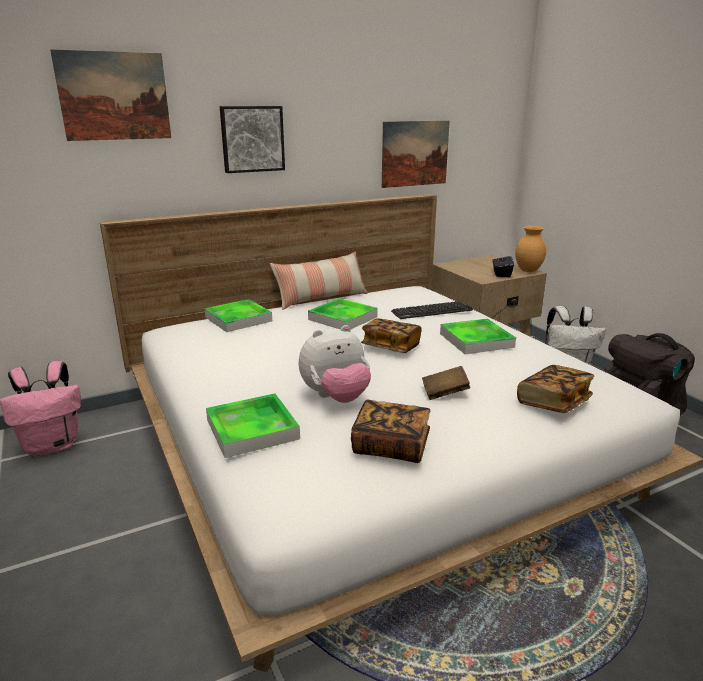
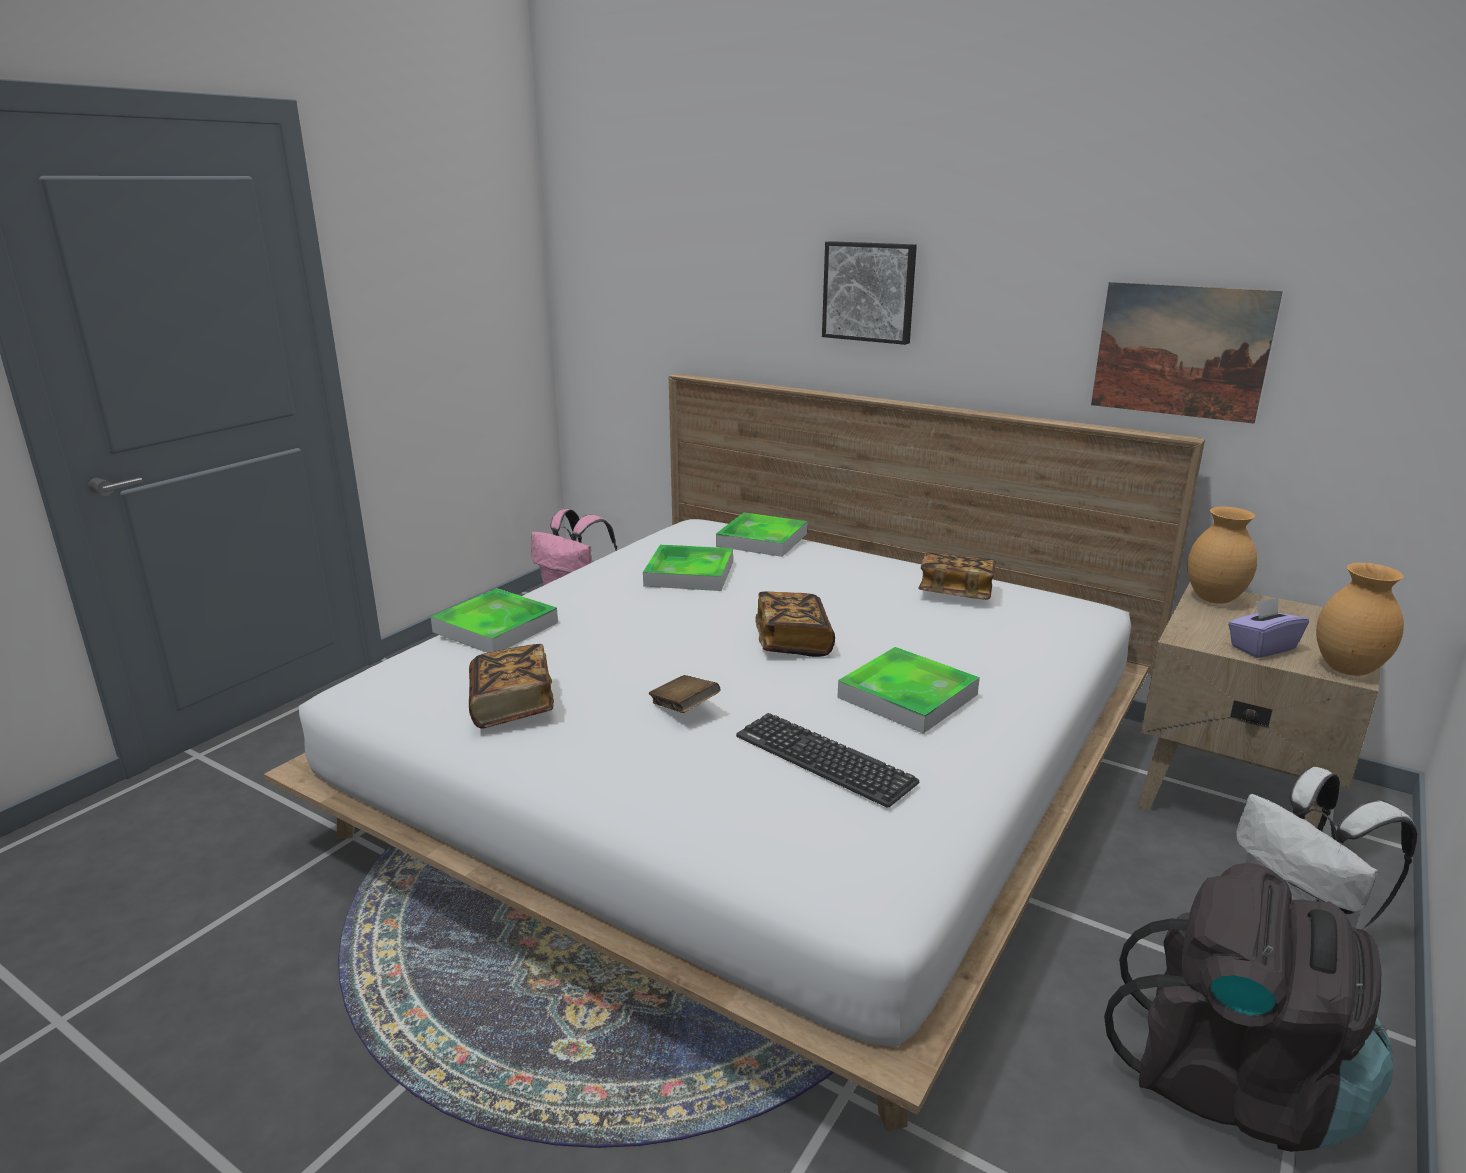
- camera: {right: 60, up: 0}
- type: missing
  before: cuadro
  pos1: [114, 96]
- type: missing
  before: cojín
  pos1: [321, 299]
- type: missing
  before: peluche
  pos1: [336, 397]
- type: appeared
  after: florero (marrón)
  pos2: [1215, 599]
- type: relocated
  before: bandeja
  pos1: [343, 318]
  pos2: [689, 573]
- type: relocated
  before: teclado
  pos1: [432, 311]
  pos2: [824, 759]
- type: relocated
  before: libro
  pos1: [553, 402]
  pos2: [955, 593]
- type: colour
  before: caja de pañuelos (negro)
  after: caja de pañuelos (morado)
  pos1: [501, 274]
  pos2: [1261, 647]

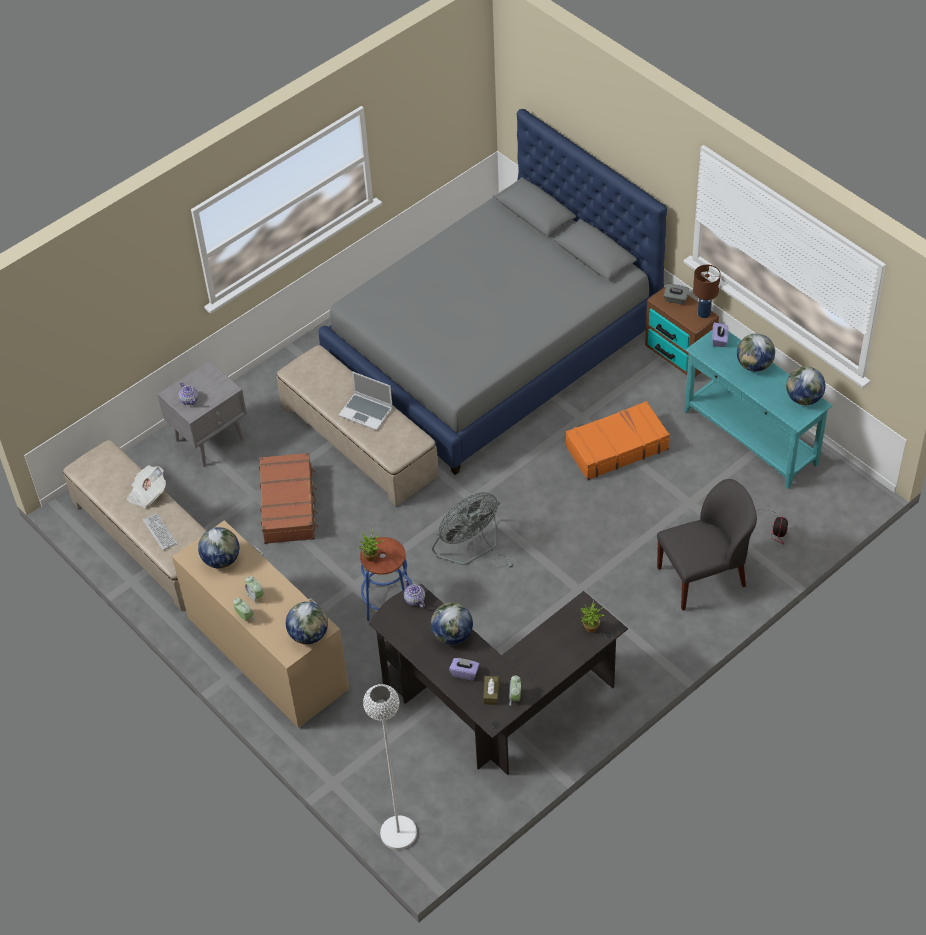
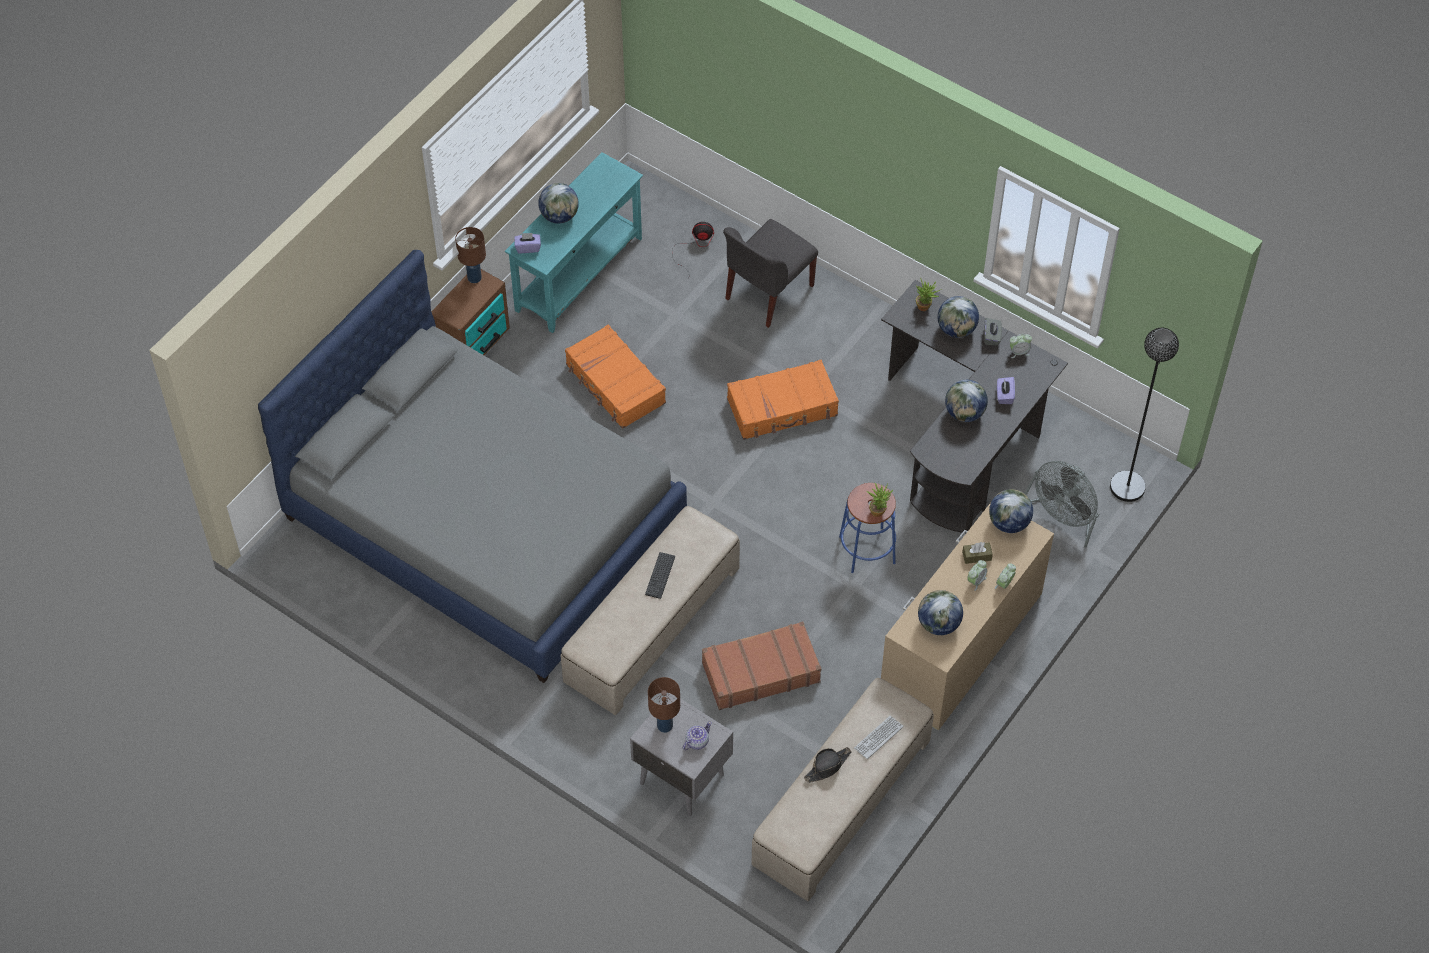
- camera: {right: -105, up: 5}
- type: missing
  before: tetera
  pos1: [414, 600]
- type: appeared
  after: lámpara de mesa (marrón)
  pos2: [665, 725]
- type: appeared
  after: maleta (naranja)
  pos2: [782, 408]
- type: relocated
  before: ventilador (gris)
  pos1: [476, 548]
  pos2: [1063, 513]
- type: relocated
  before: caja de pañuelos (marrón)
  pos1: [491, 693]
  pos2: [976, 556]
- type: relocated
  before: caja de pañuelos (gris)
  pos1: [675, 299]
  pos2: [992, 337]
- type: relocated
  before: globo terráqueo
  pos1: [803, 399]
  pos2: [956, 329]
- type: exchanged
  before: periódico
  after: sombrero (negro)
  pos1: [147, 494]
  pos2: [827, 766]
- type: exchanged
  before: portátil
  after: teclado
  pos1: [367, 412]
  pos2: [660, 575]
- type: colour
  before: lámpara de pie (blanco)
  after: lámpara de pie (negro)
  pos1: [398, 833]
  pos2: [1127, 487]
- type: spun
  before: silla (gris)
  pos1: [703, 577]
  pos2: [767, 293]
  turn: -105

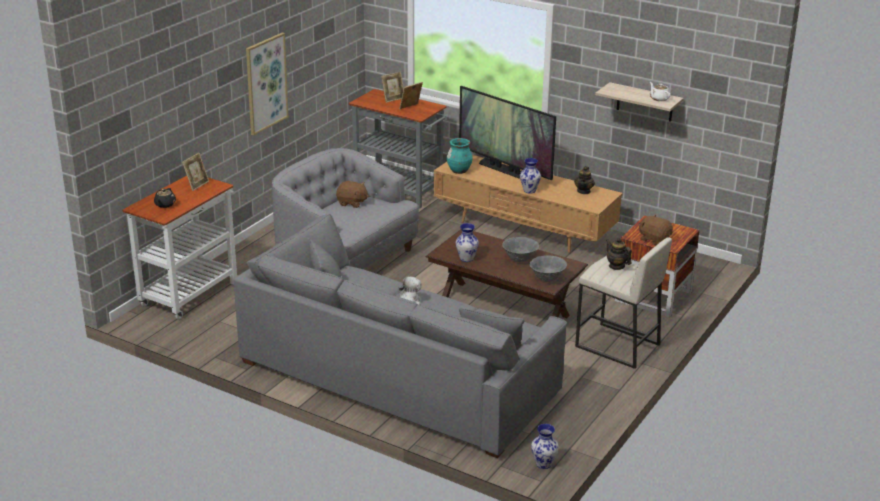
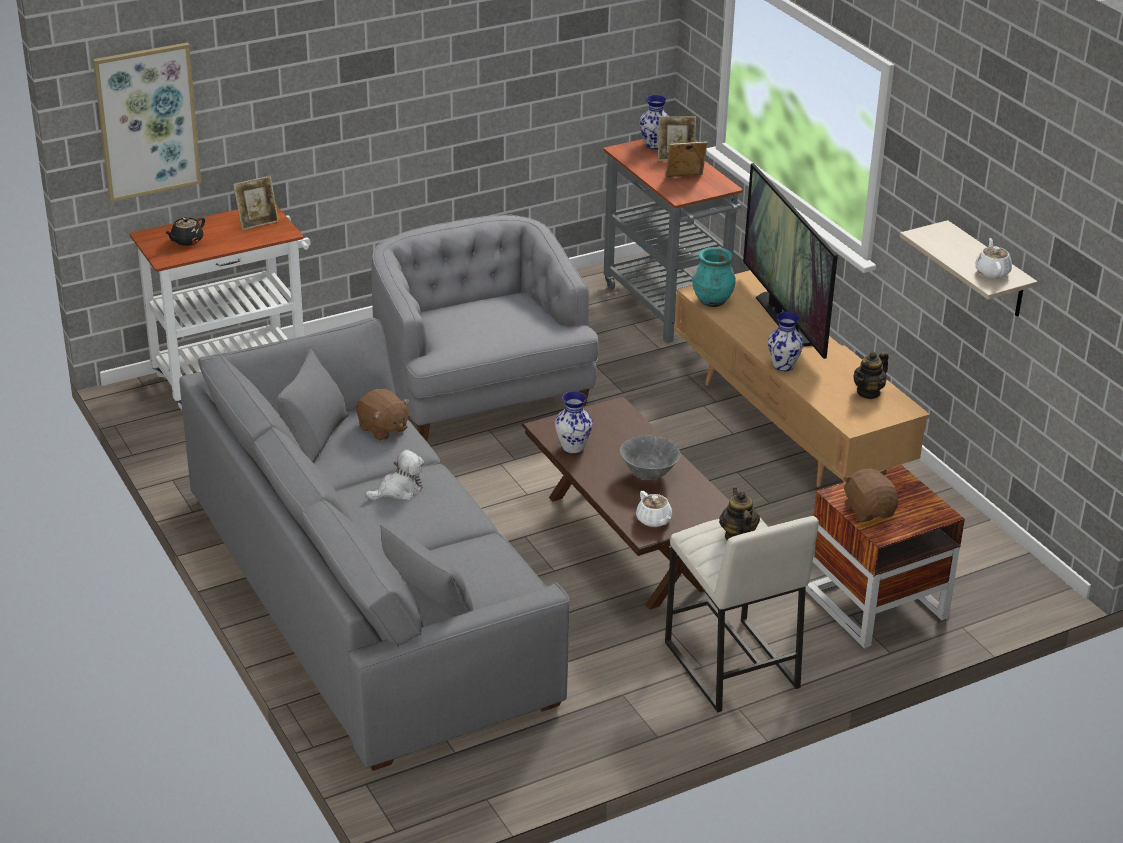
- camera: {right: 30, up: 5}
- type: relocated
  before: cuadro
  pos1: [266, 83]
  pos2: [147, 121]
- type: relocated
  before: peluche (marrón)
  pos1: [352, 203]
  pos2: [383, 429]
- type: relocated
  before: florero
  pos1: [544, 464]
  pos2: [654, 145]
- type: exchanged
  before: cuenco (gris)
  after: tetera (blanco)
  pos1: [547, 279]
  pos2: [654, 520]

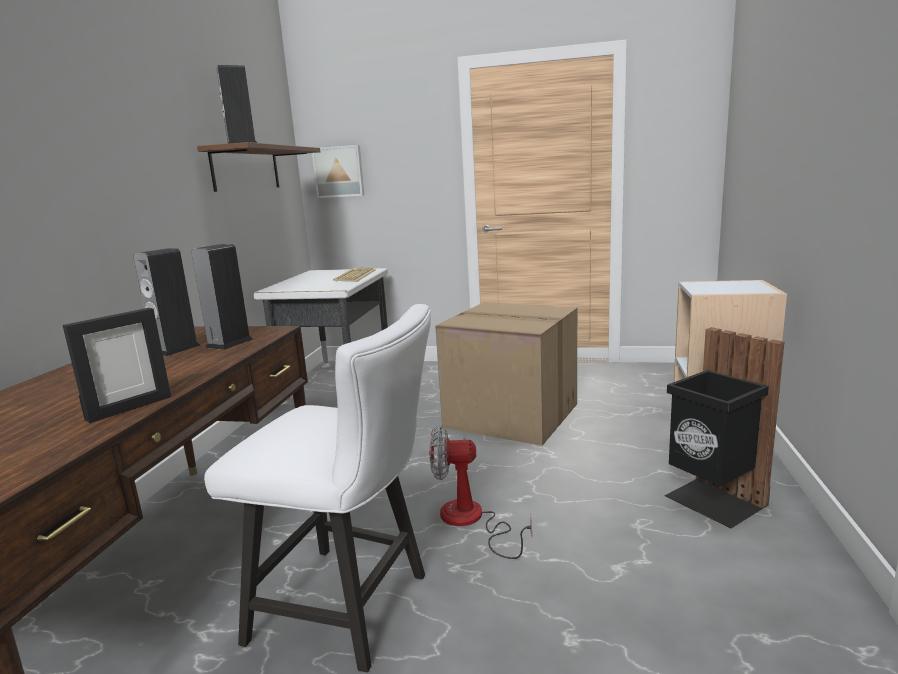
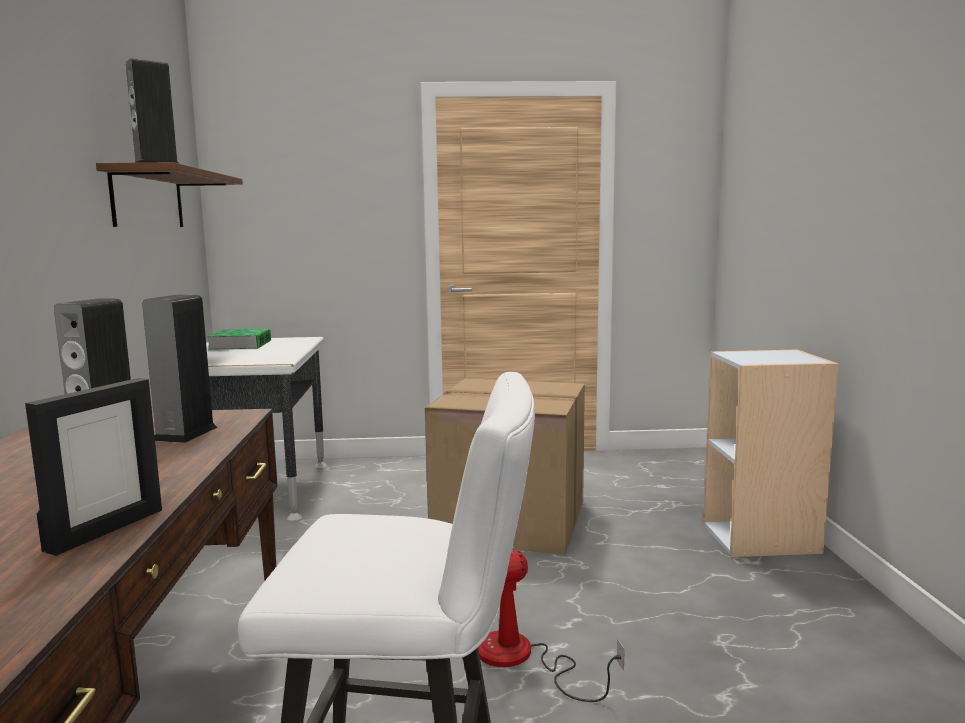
- camera: {right: -15, up: -5}
- type: missing
  before: cuadro
  pos1: [339, 172]
- type: missing
  before: teclado
  pos1: [354, 276]
- type: missing
  before: papelera (negro)
  pos1: [713, 502]
- type: appeared
  after: libro
  pos2: [240, 345]

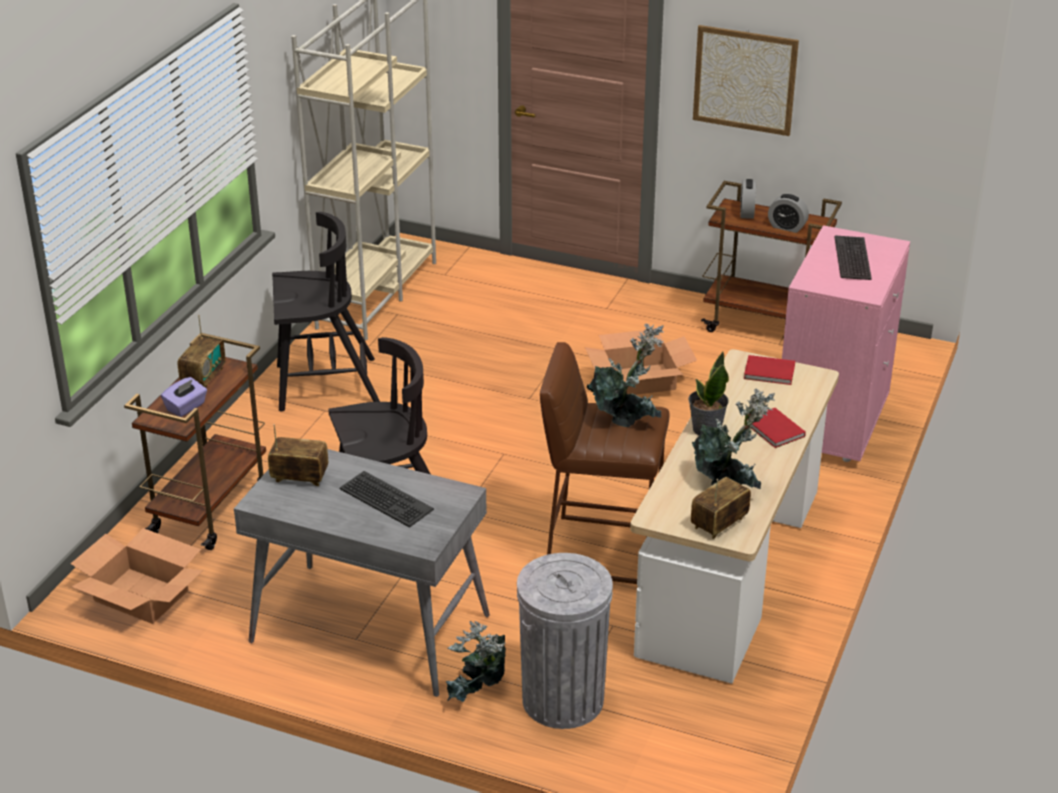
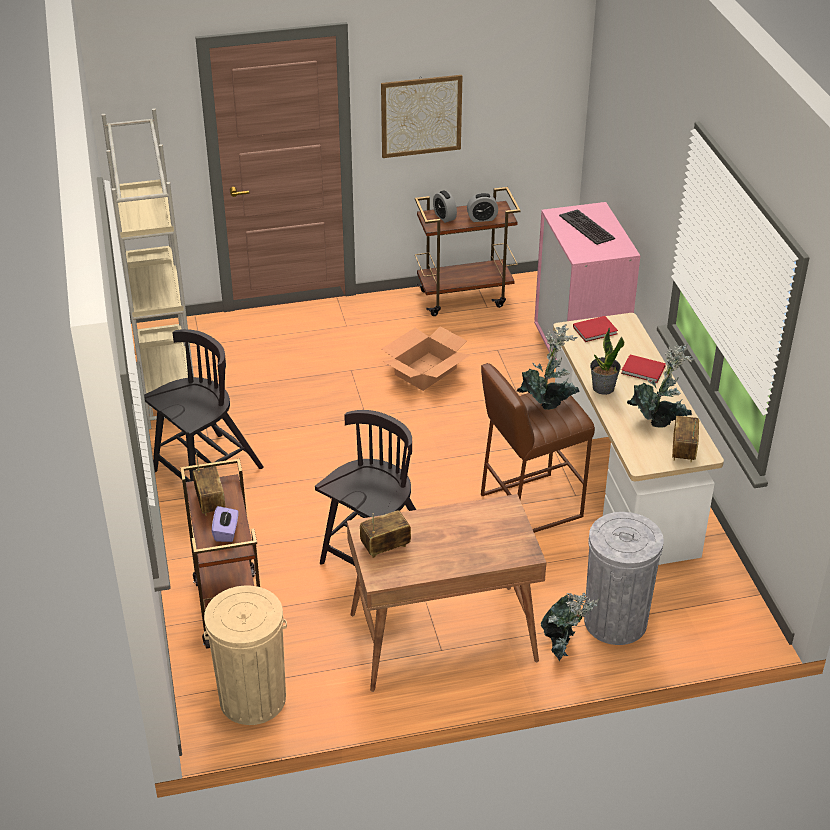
- camera: {right: -35, up: 5}
- type: missing
  before: teclado
  pos1: [385, 500]
- type: exchanged
  before: caja de cartón
  after: papelera (beis)
  pos1: [141, 595]
  pos2: [252, 698]
- type: colour
  before: escritorio (gris)
  after: escritorio (marrón)
  pos1: [368, 629]
  pos2: [442, 639]

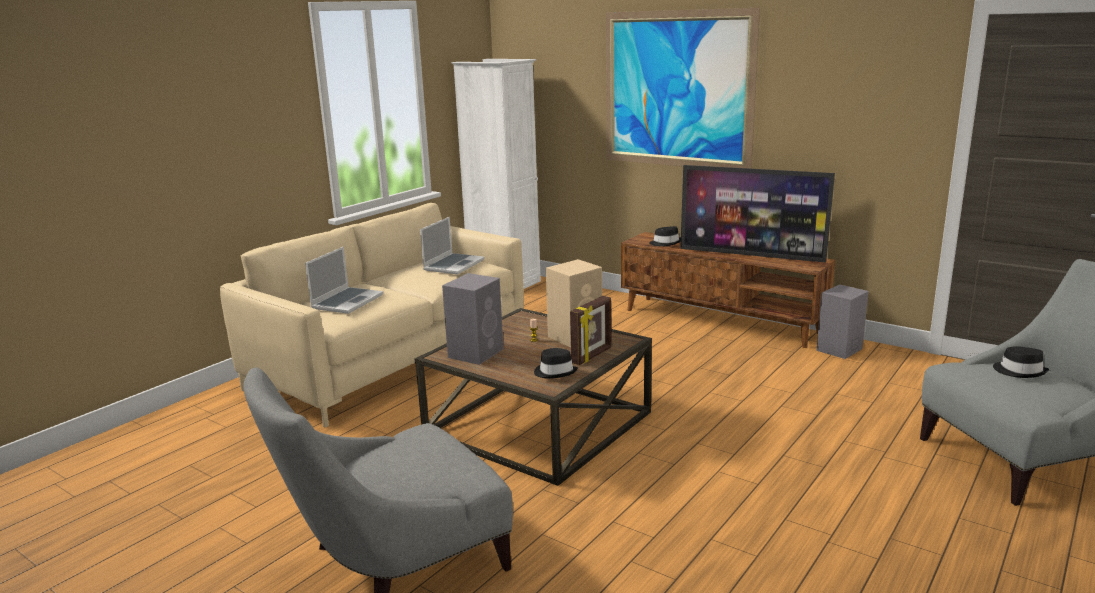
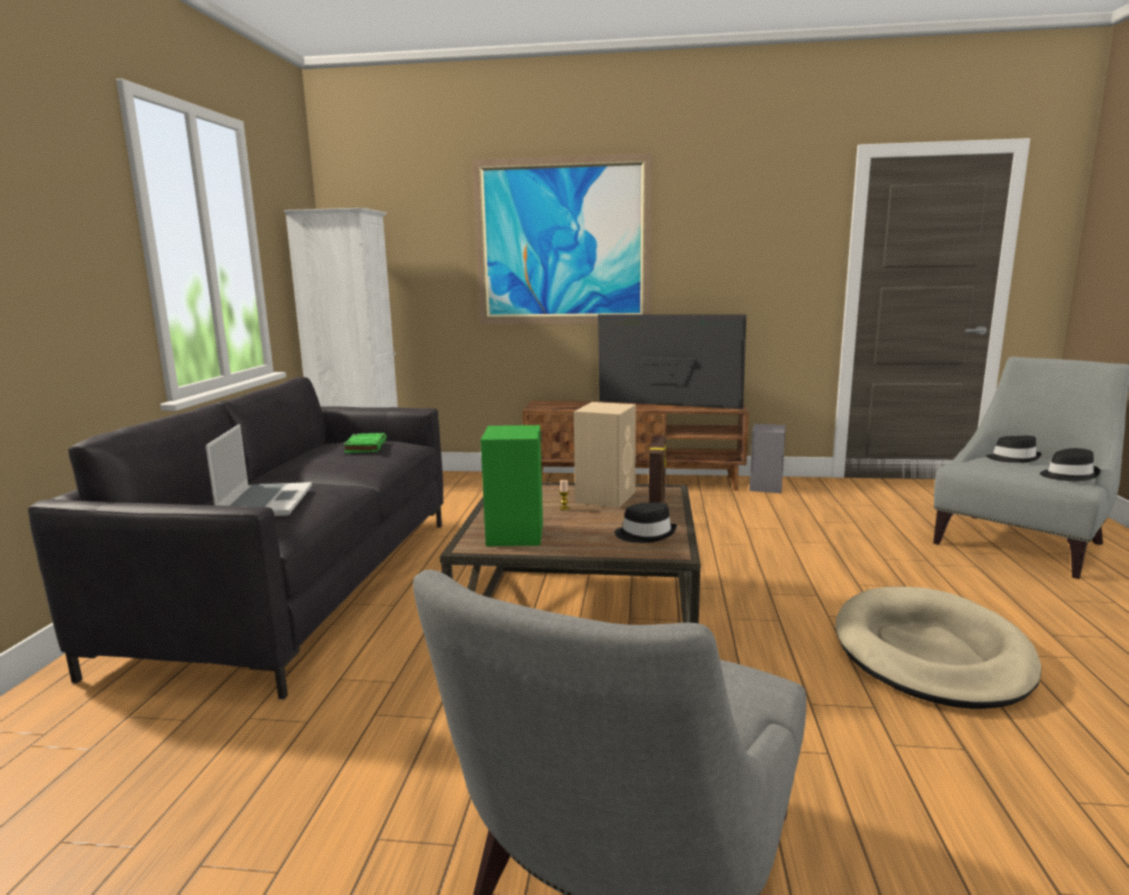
- camera: {right: -30, up: -5}
- type: appeared
  after: cama para perro (beis)
  pos2: [930, 653]
- type: relocated
  before: sombrero (negro)
  pos1: [666, 243]
  pos2: [1067, 475]
- type: exchanged
  before: portátil
  after: libro (verde)
  pos1: [453, 265]
  pos2: [365, 446]
- type: colour
  before: sofá (beis)
  after: sofá (negro)
  pos1: [392, 360]
  pos2: [301, 587]
- type: colour
  before: altavoz (gris)
  after: altavoz (verde)
  pos1: [476, 353]
  pos2: [515, 533]
- type: spun
  before: televisor
  pos1: [751, 255]
  pos2: [667, 406]
  turn: -150

